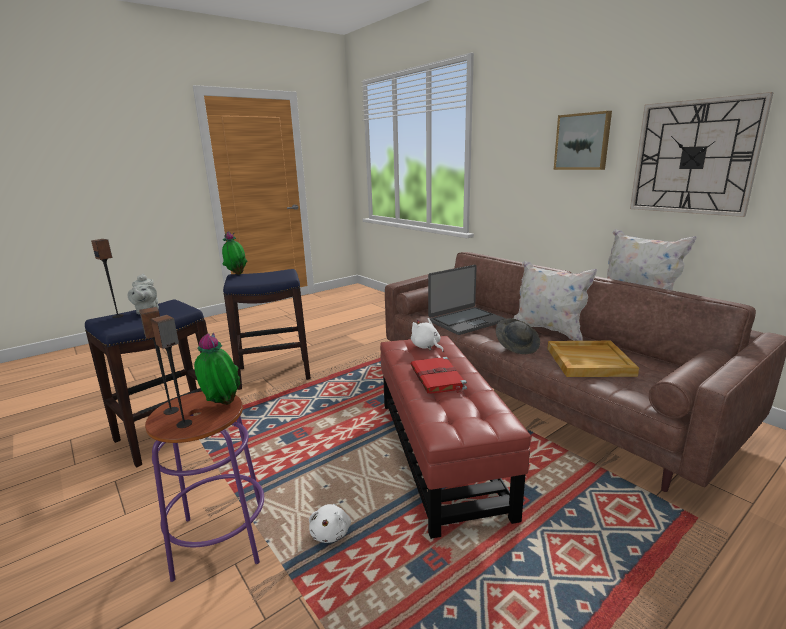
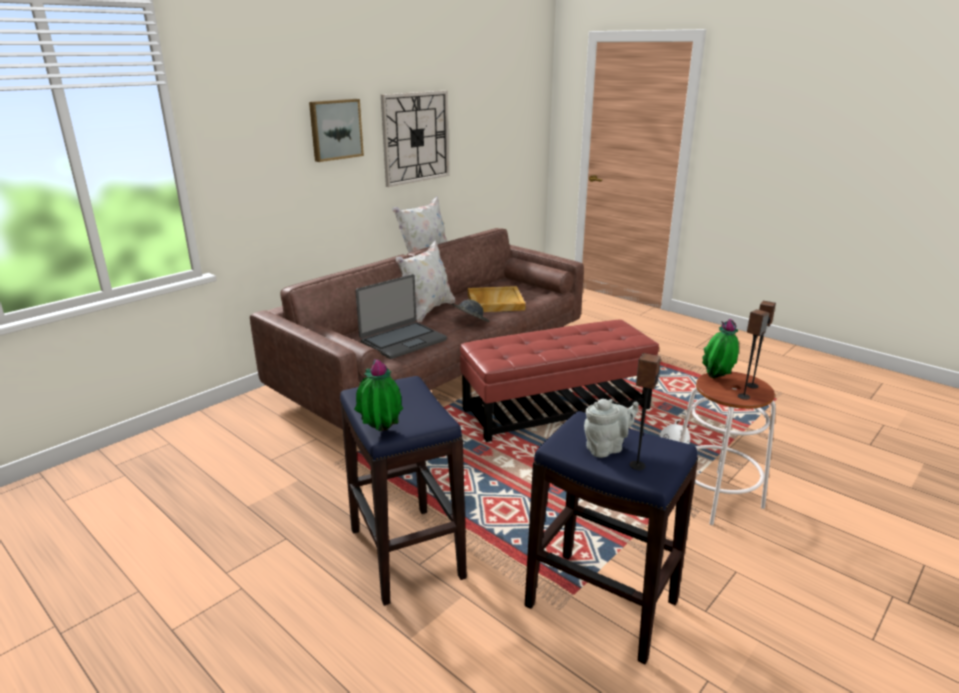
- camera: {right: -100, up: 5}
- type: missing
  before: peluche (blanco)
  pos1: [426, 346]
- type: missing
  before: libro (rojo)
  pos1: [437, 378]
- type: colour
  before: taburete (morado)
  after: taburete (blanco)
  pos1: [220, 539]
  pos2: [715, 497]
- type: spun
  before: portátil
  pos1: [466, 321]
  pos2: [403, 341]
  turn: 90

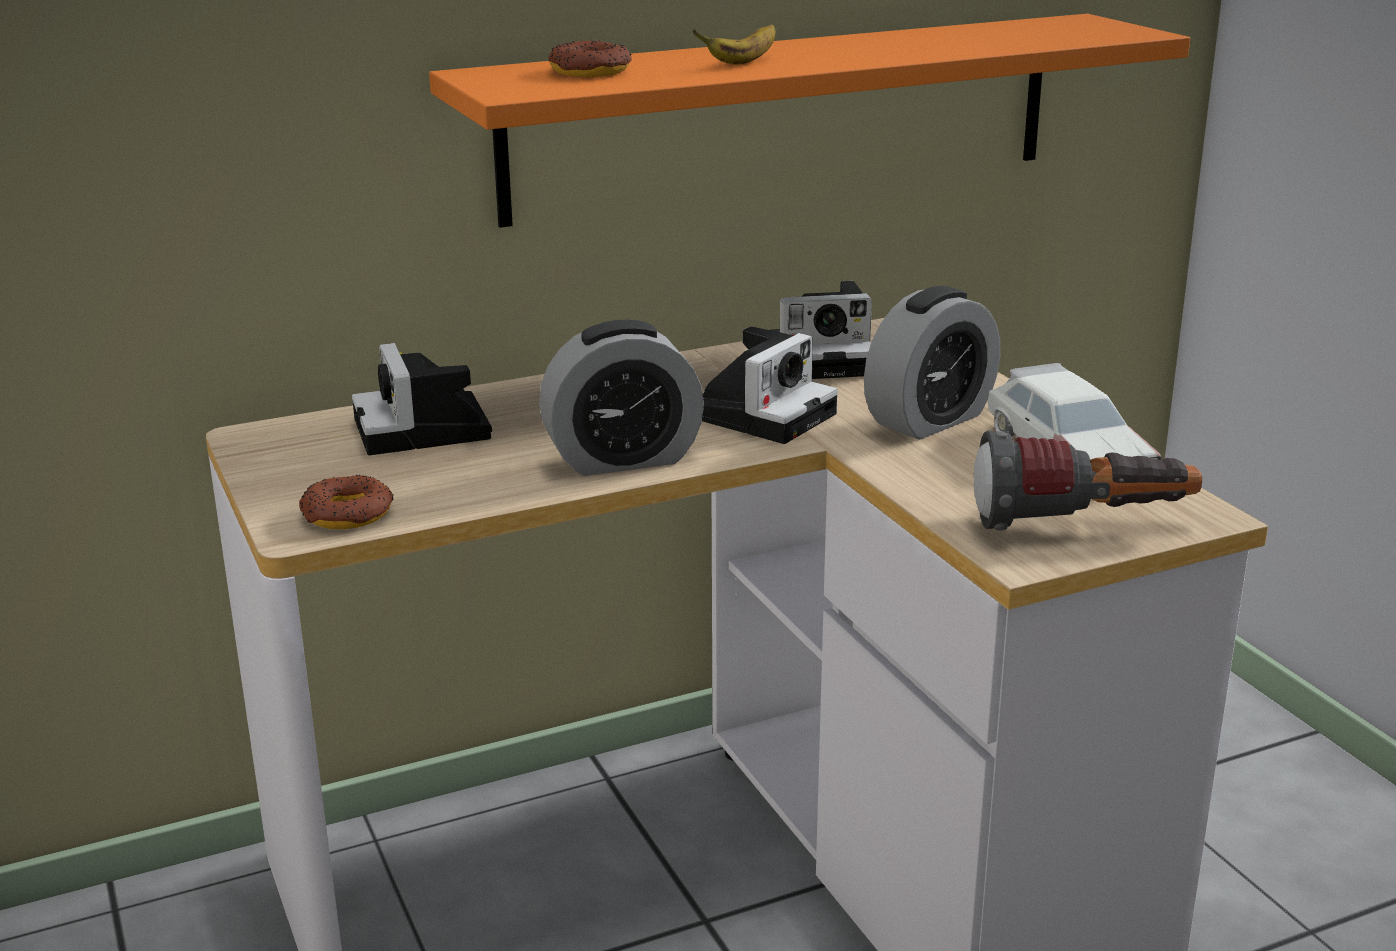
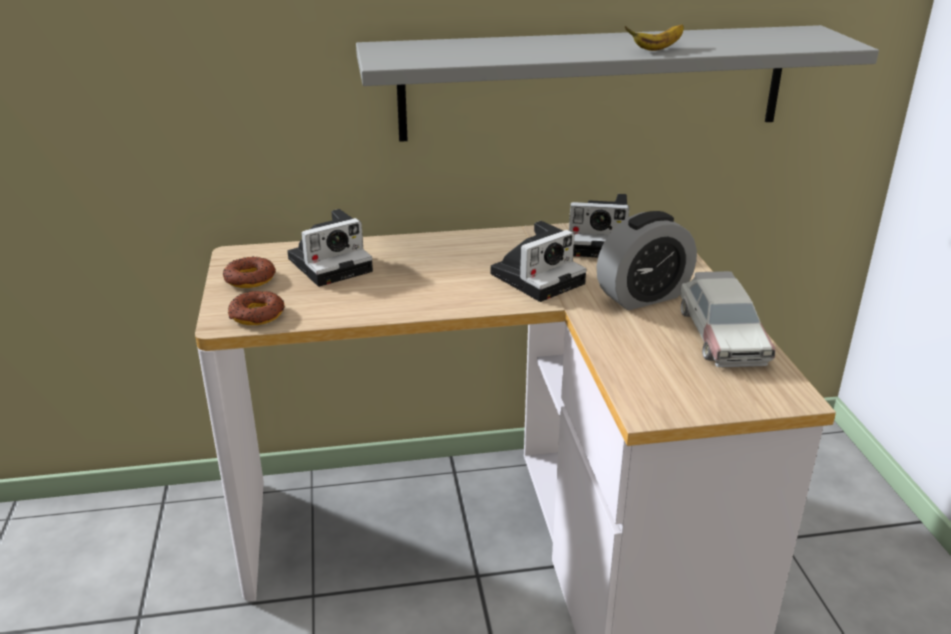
- camera: {right: 15, up: 5}
- type: missing
  before: despertador
  pos1: [623, 459]
- type: missing
  before: linterna
  pos1: [1082, 526]
- type: relocated
  before: rosquilla
  pos1: [589, 71]
  pos2: [249, 279]
- type: relocated
  before: plátano
  pos1: [743, 62]
  pos2: [657, 49]
- type: colour
  before: estante (naranja)
  after: estante (gris)
  pos1: [785, 116]
  pos2: [594, 83]
- type: spun
  before: cámara
  pos1: [425, 431]
  pos2: [332, 264]
  turn: -120

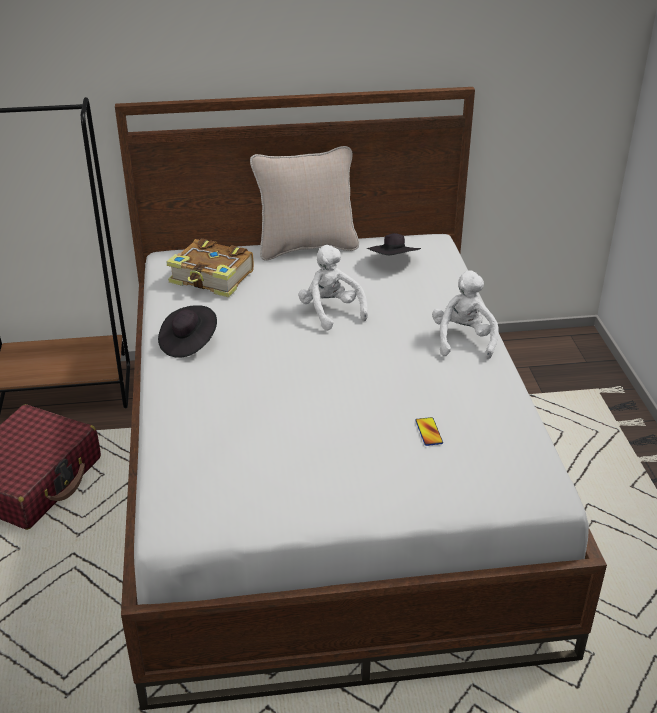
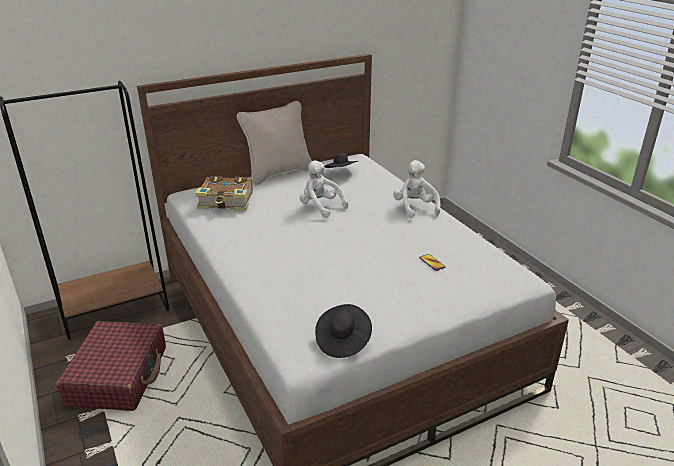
- camera: {right: -20, up: -5}
- type: relocated
  before: sombrero (negro)
  pos1: [188, 343]
  pos2: [343, 341]

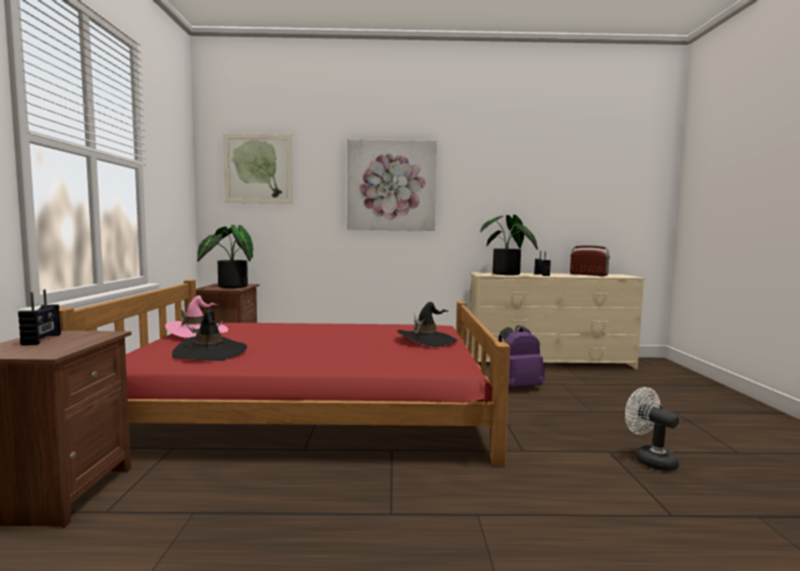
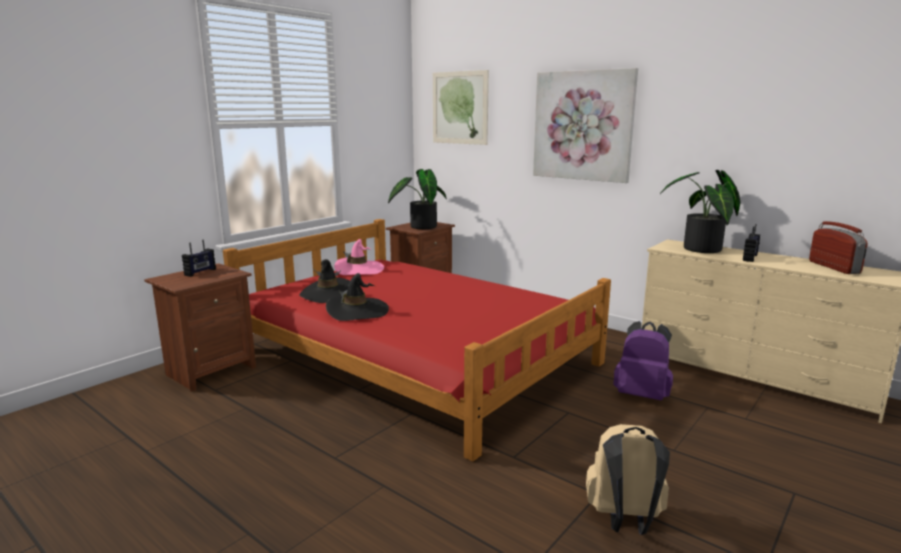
- camera: {right: 40, up: 10}
- type: relocated
  before: sombrero (negro)
  pos1: [427, 340]
  pos2: [357, 311]
- type: exchanged
  before: ventilador (blanco)
  after: mochila (beis)
  pos1: [649, 460]
  pos2: [624, 520]

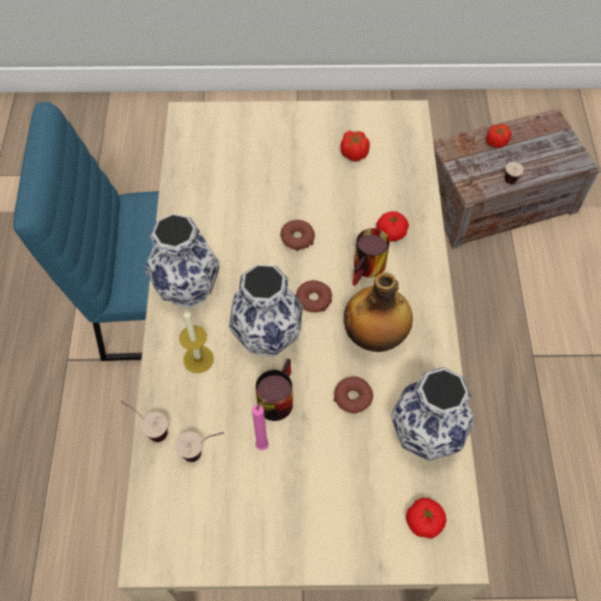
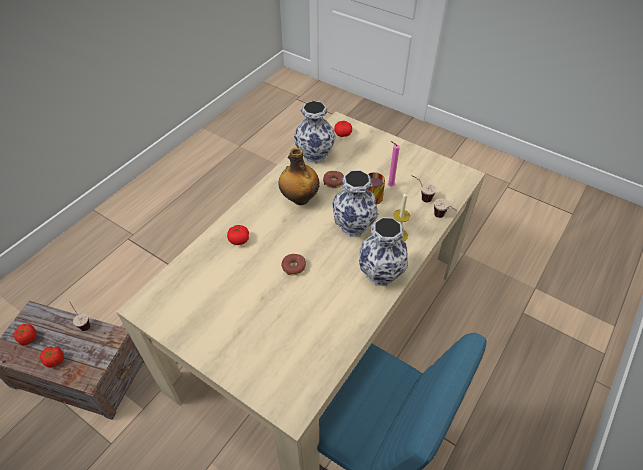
- camera: {right: -145, up: -10}
- type: missing
  before: rosquilla
  pos1: [313, 300]
- type: missing
  before: taza grande
  pos1: [369, 270]
- type: relocated
  before: tomate
  pos1: [354, 153]
  pos2: [28, 338]

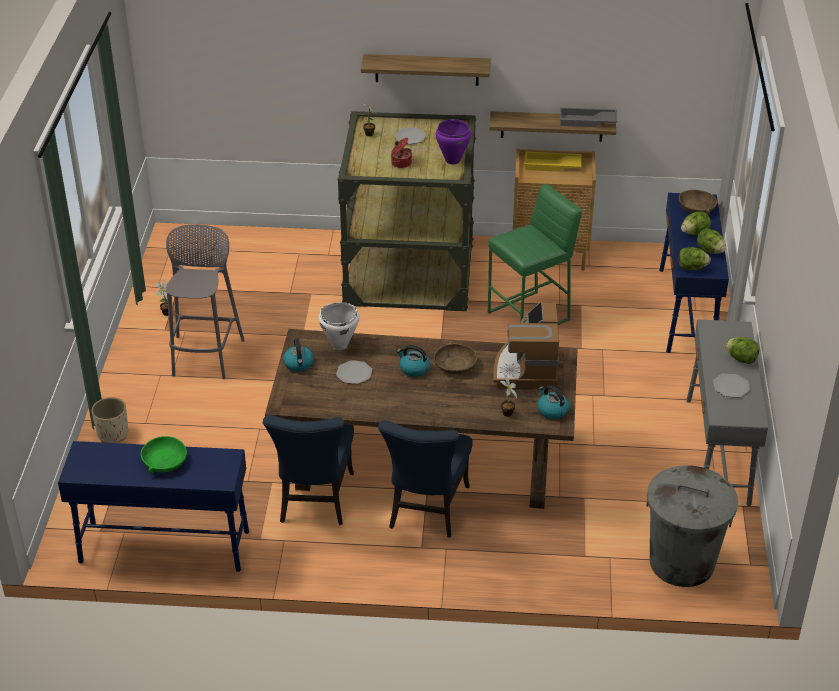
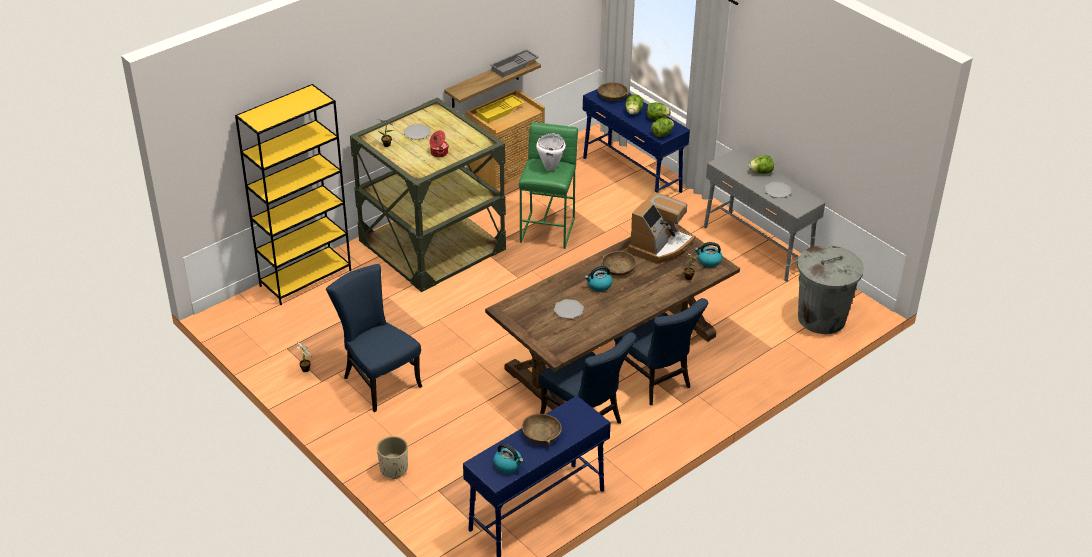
- camera: {right: -45, up: 0}
- type: missing
  before: estante
  pos1: [427, 69]
- type: missing
  before: olla (morado)
  pos1: [452, 160]
- type: appeared
  after: estantería (amarillo)
  pos2: [305, 278]
- type: relocated
  before: hervidor
  pos1: [299, 364]
  pos2: [508, 465]
- type: relocated
  before: olla (blanco)
  pos1: [339, 345]
  pos2: [550, 167]
- type: exchanged
  before: taburete (gris)
  after: silla (azul)
  pos1: [205, 356]
  pos2: [378, 380]
- type: colour
  before: cuenco (verde)
  after: cuenco (marrón)
  pos1: [164, 461]
  pos2: [541, 434]
- type: spun
  before: cafetera
  pos1: [526, 368]
  pos2: [660, 246]
  turn: -105

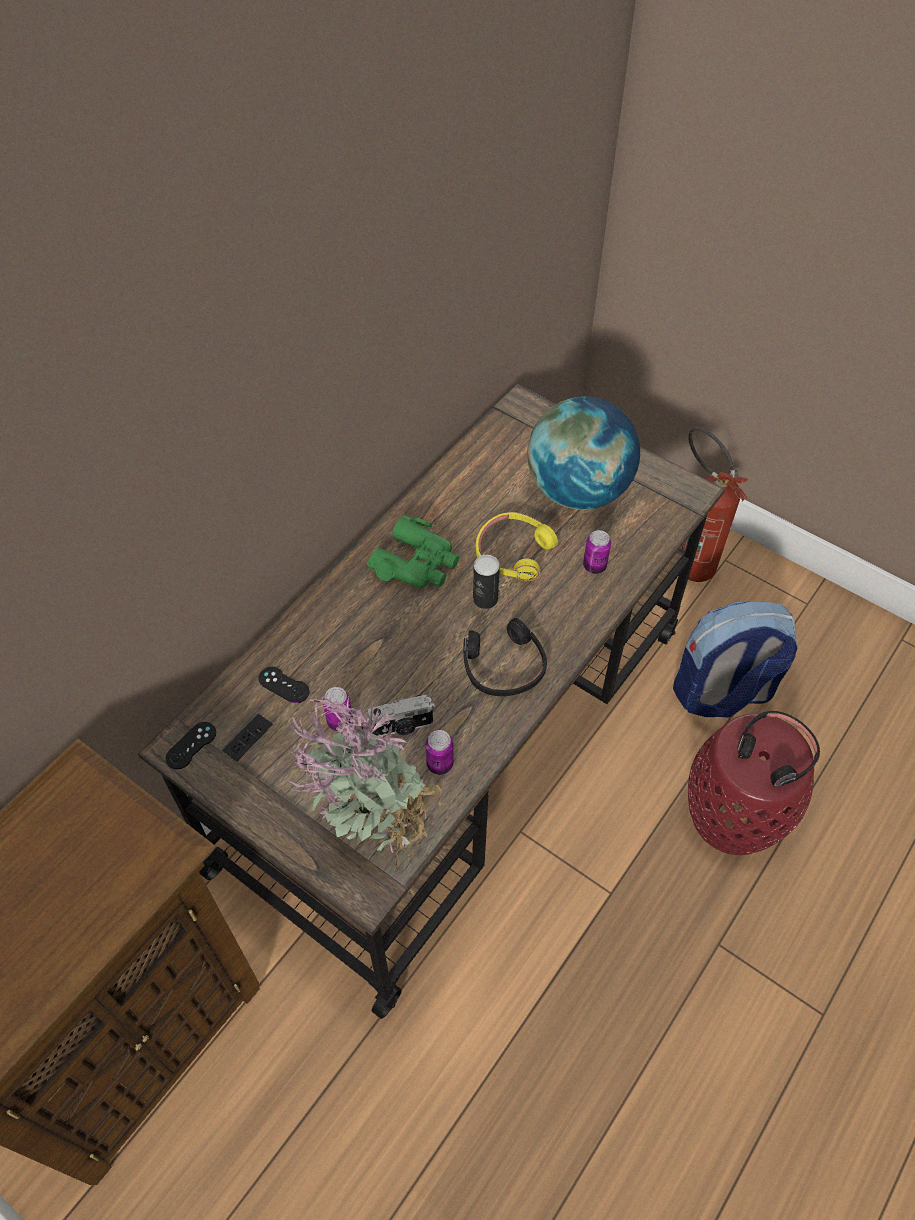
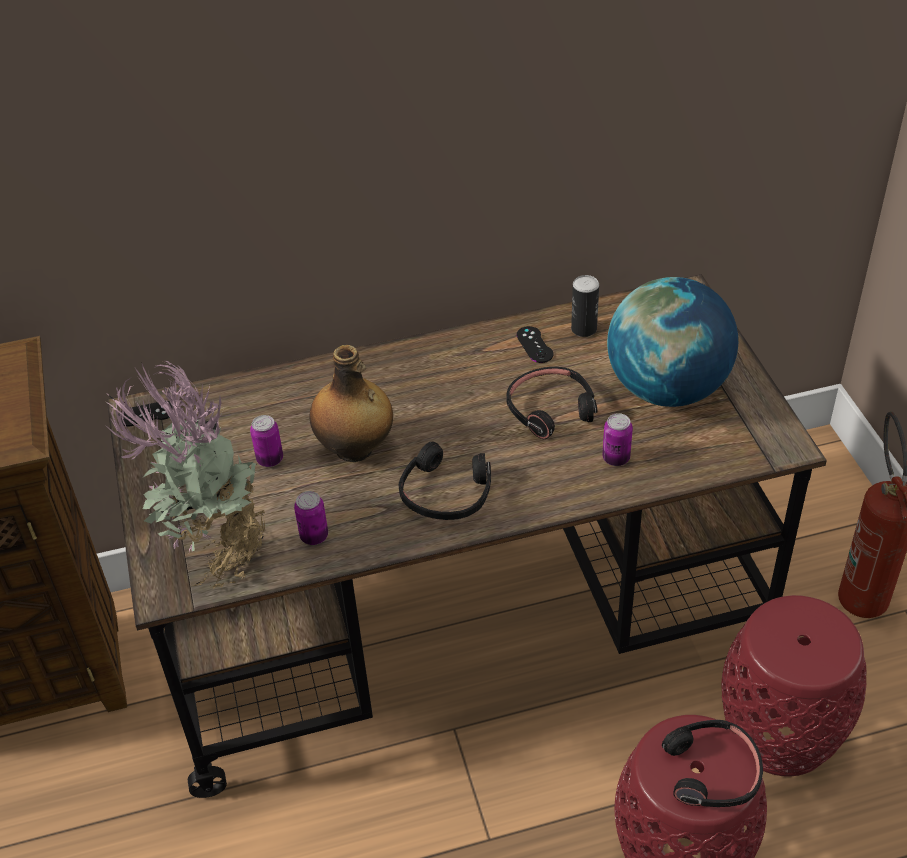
- camera: {right: 40, up: -10}
- type: missing
  before: prismáticos (verde)
  pos1: [417, 563]
- type: missing
  before: cámara
  pos1: [402, 727]
- type: appeared
  after: botella
  pos2: [355, 449]
- type: relocated
  before: mando de consola (negro)
  pos1: [284, 685]
  pos2: [534, 345]
- type: relocated
  before: lata
  pos1: [485, 599]
  pos2: [584, 329]
- type: exchanged
  before: mochila
  after: taburete (rojo)
  pos1: [721, 692]
  pos2: [779, 733]
- type: colour
  before: auriculares (amarillo)
  after: auriculares (negro)
  pos1: [513, 553]
  pos2: [550, 409]

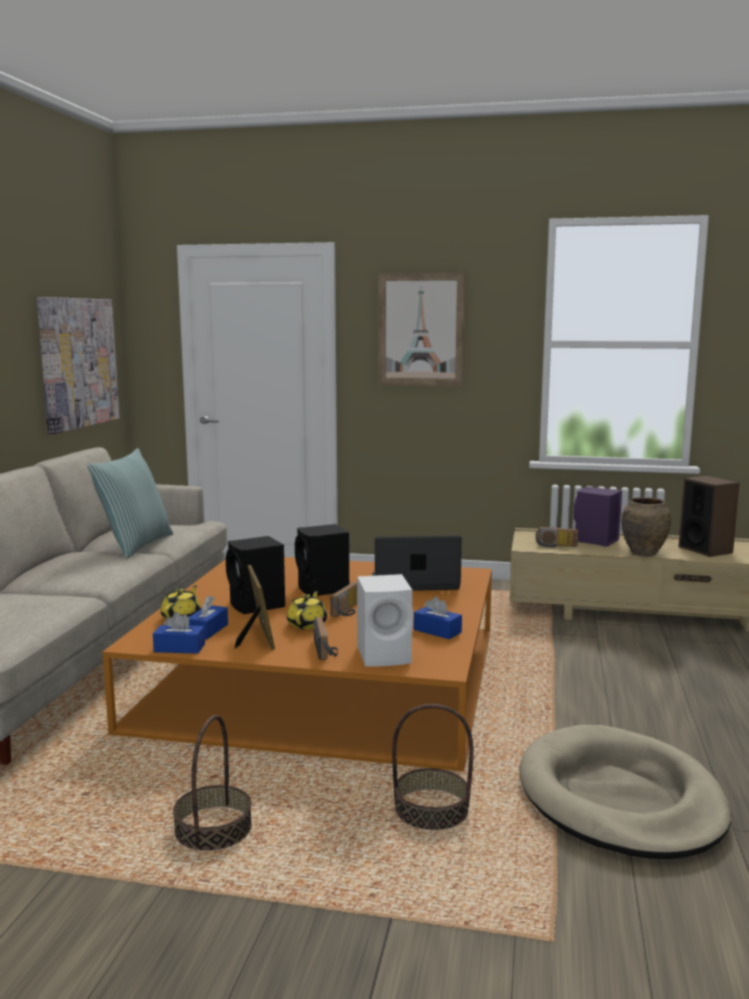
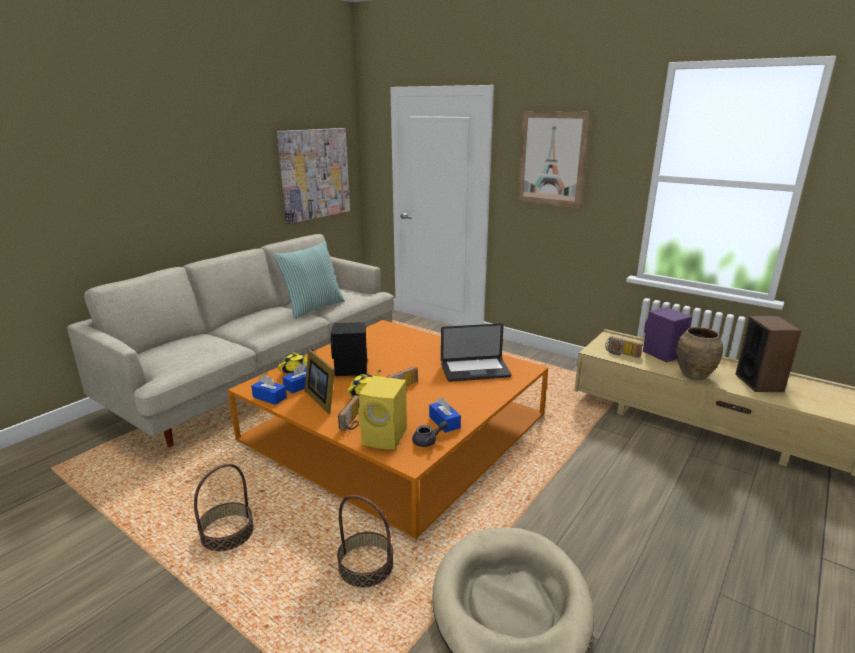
- camera: {right: 25, up: 10}
- type: missing
  before: altavoz (negro)
  pos1: [323, 590]
- type: appeared
  after: tetera (gris)
  pos2: [428, 441]
- type: colour
  before: altavoz (blanco)
  after: altavoz (amarillo)
  pos1: [386, 655]
  pos2: [386, 437]
- type: spun
  before: portarretratos
  pos1: [257, 637]
  pos2: [322, 399]
  turn: 135
- type: spun
  before: portátil
  pos1: [415, 583]
  pos2: [475, 371]
  turn: 150

